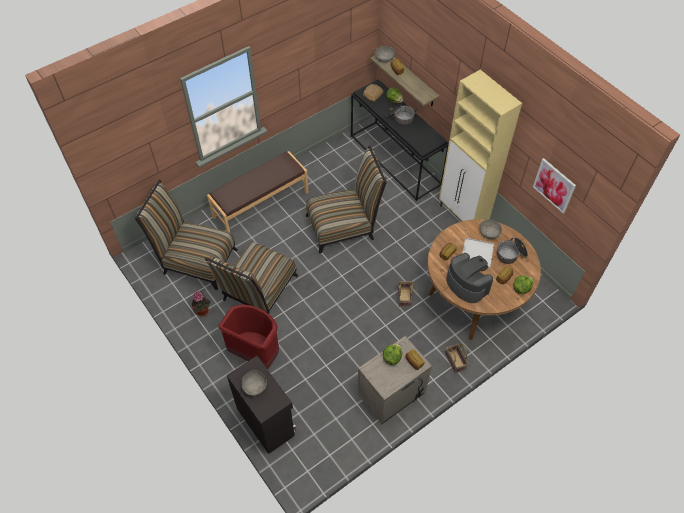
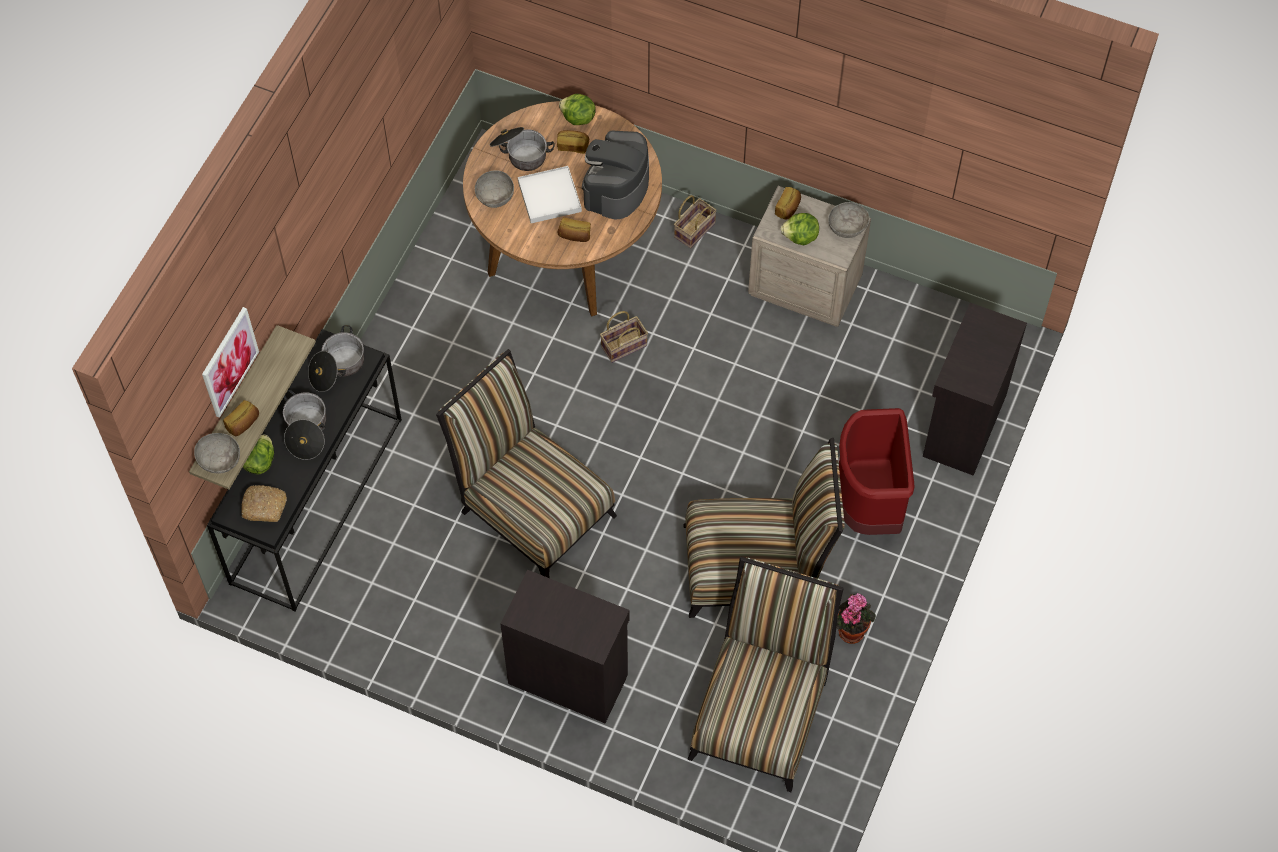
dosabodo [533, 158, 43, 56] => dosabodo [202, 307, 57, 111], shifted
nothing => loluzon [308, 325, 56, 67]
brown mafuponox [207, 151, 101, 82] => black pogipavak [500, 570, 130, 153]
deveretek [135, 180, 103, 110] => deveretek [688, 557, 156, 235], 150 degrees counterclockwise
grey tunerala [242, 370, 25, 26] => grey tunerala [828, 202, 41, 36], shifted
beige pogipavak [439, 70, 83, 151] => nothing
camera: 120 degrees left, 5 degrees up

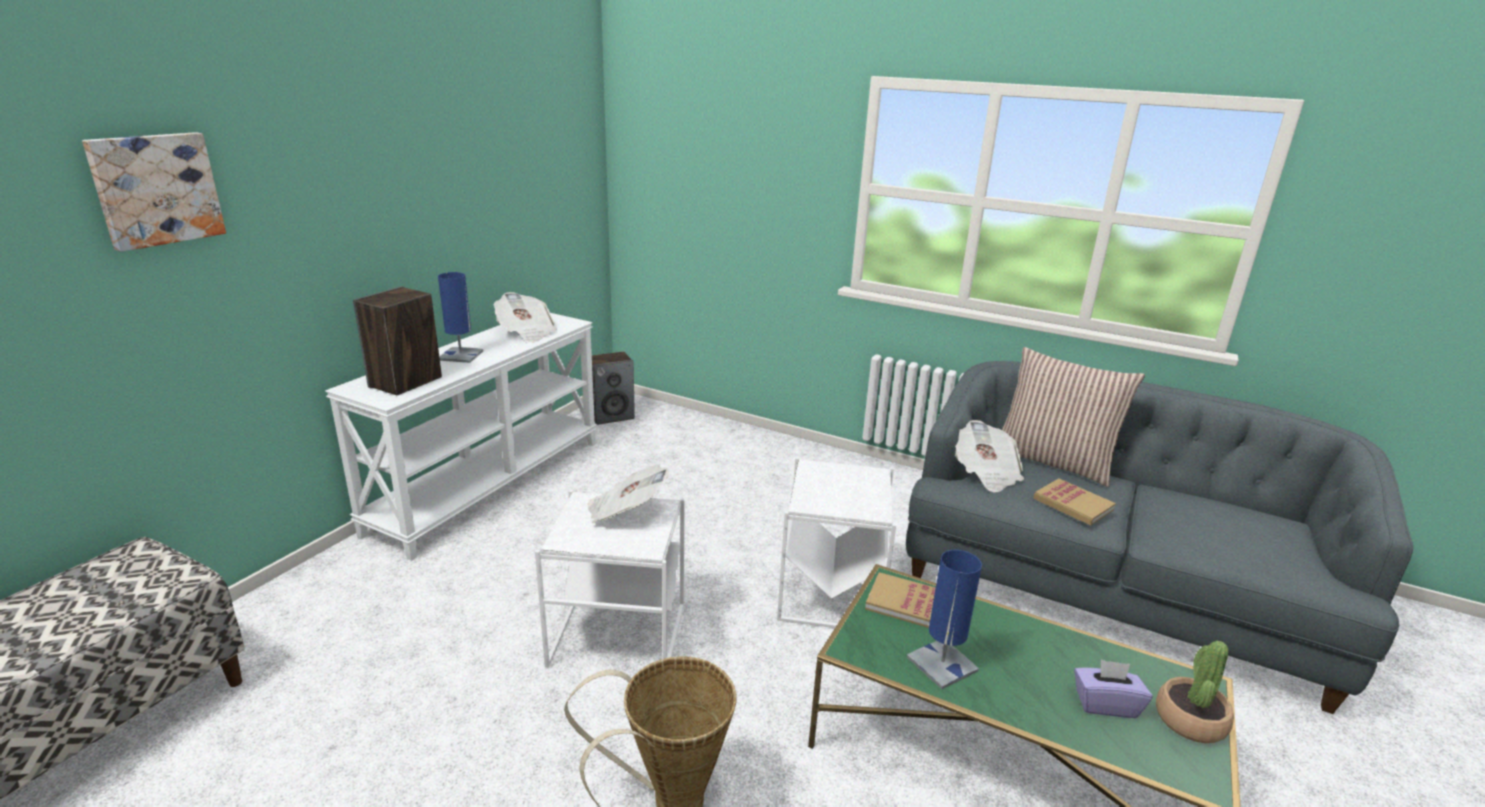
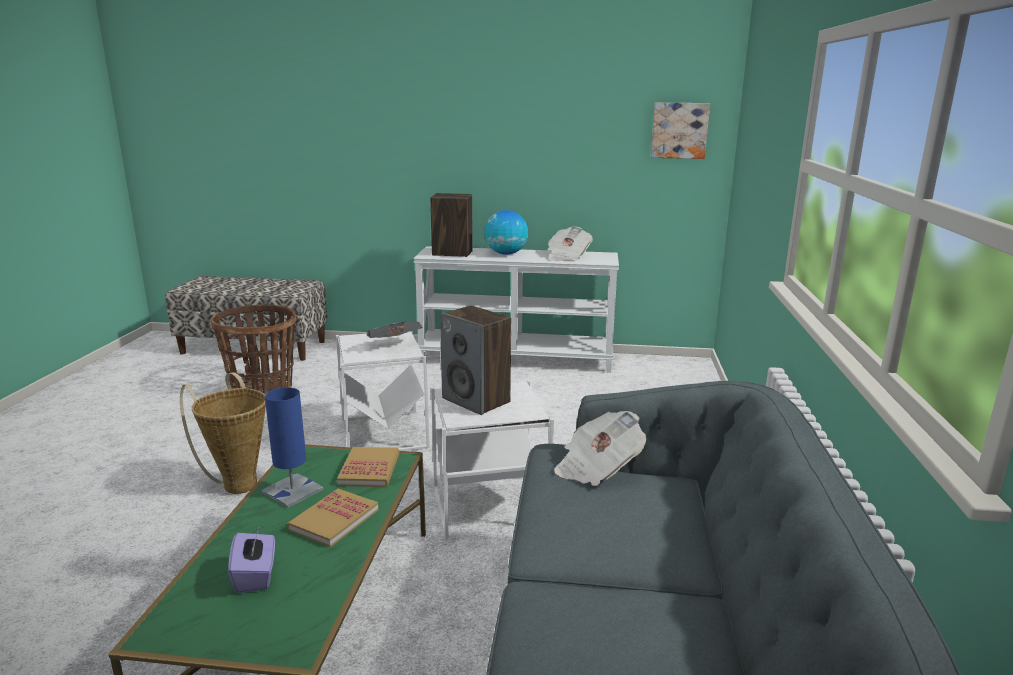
nothing => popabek [211, 305, 85, 89]
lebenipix [1033, 479, 83, 46] => lebenipix [287, 489, 92, 59], shifted
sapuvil [592, 351, 43, 74] => sapuvil [440, 305, 71, 110], shifted
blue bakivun [438, 272, 45, 91] => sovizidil [485, 210, 43, 45]
dosabodo [82, 132, 144, 120] => dosabodo [651, 103, 59, 56], shifted
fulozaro [1002, 347, 143, 140] => nothing
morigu [1156, 641, 78, 102] => nothing
camera: 70 degrees right, 5 degrees down

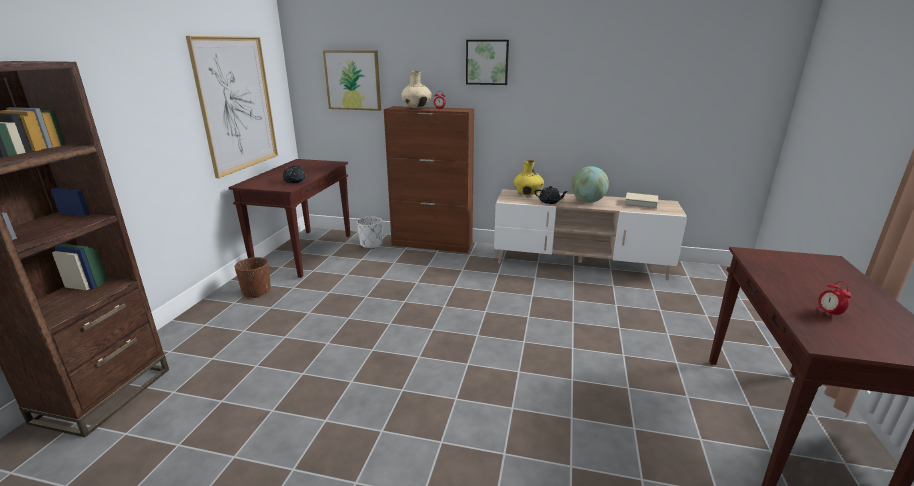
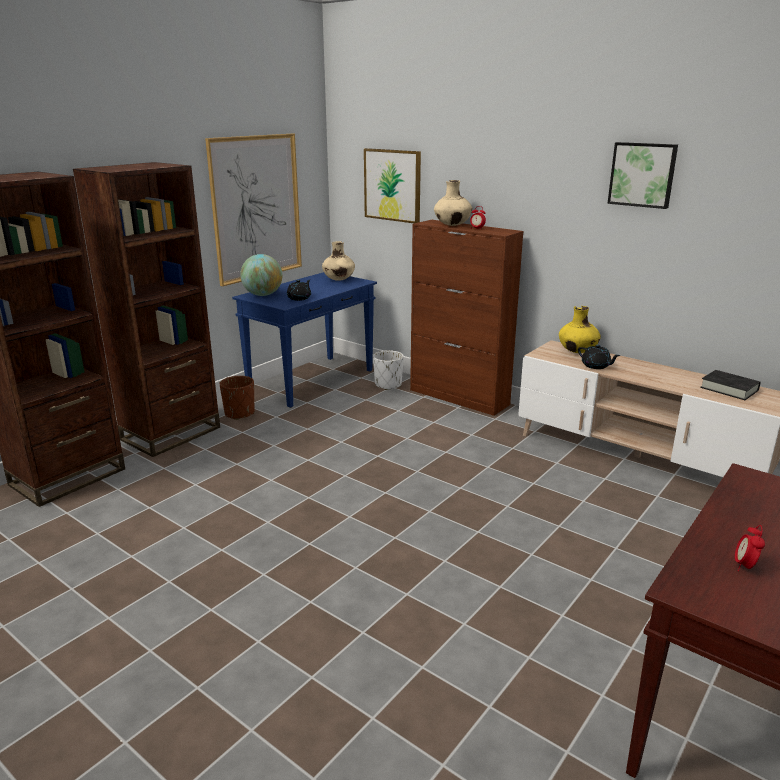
nothing => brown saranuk [73, 162, 147, 295]
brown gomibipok [228, 159, 122, 119] => blue gomibipok [232, 272, 145, 136]
sovizidil [571, 166, 38, 37] => sovizidil [240, 254, 42, 42], shifted
nothing => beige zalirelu [322, 241, 33, 40]
dosabodo [466, 40, 43, 45] => dosabodo [607, 142, 71, 67], shifted
beige lebenipix [625, 193, 33, 16] => black lebenipix [700, 370, 61, 30]
camera: 25 degrees right, 0 degrees up

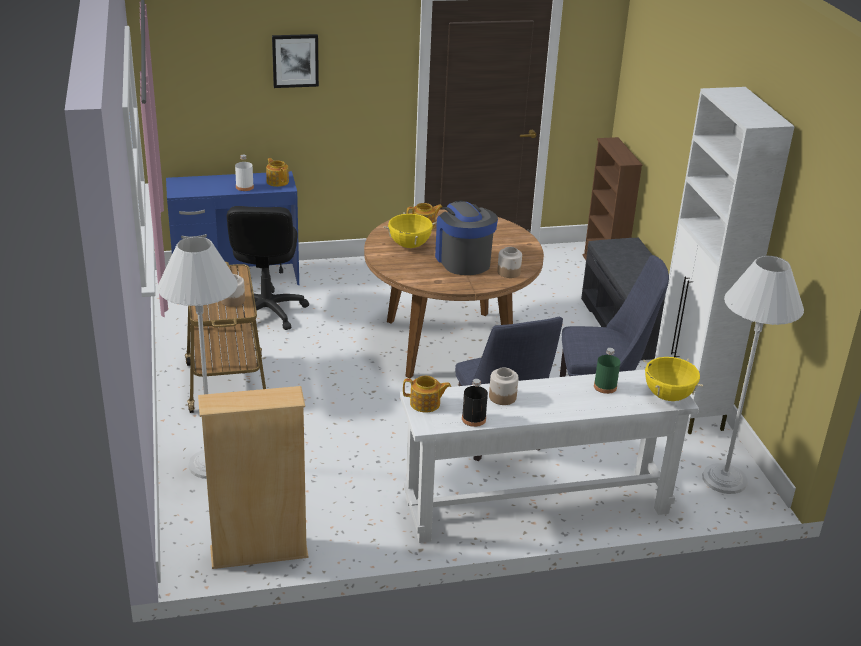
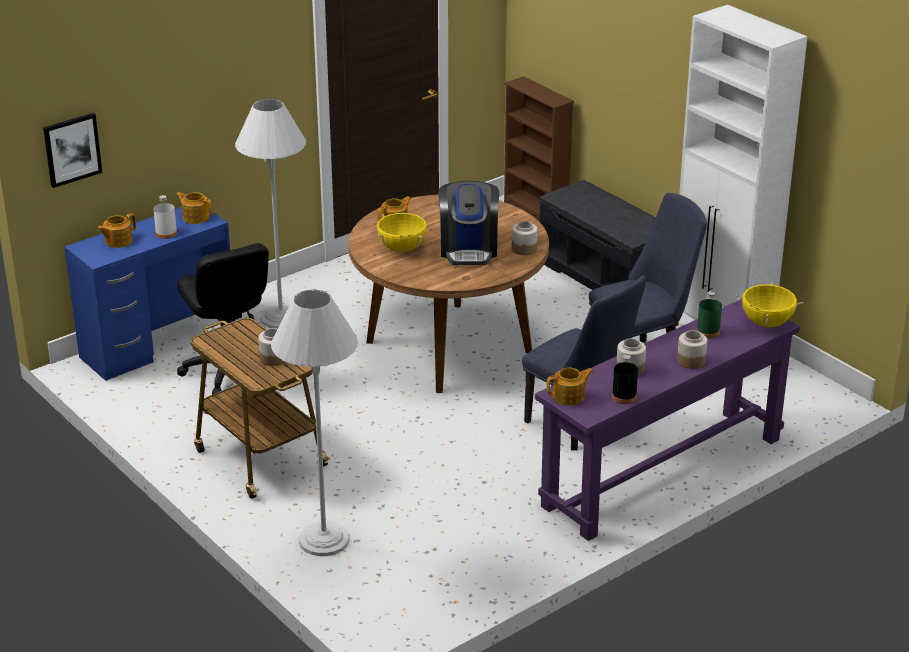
dosabodo [272, 34, 47, 54] => dosabodo [43, 113, 60, 75], shifted
nothing => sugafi [97, 213, 39, 35]
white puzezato [702, 256, 102, 238] => white puzezato [235, 99, 71, 230], shifted
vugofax [435, 200, 63, 75] => vugofax [438, 181, 61, 84], 135 degrees counterclockwise
white gomibipok [400, 369, 299, 174] => purple gomibipok [535, 299, 265, 242]
nothing => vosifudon [677, 330, 30, 39]
beige saranuk [198, 386, 110, 183] => nothing
camera: 25 degrees left, 0 degrees up

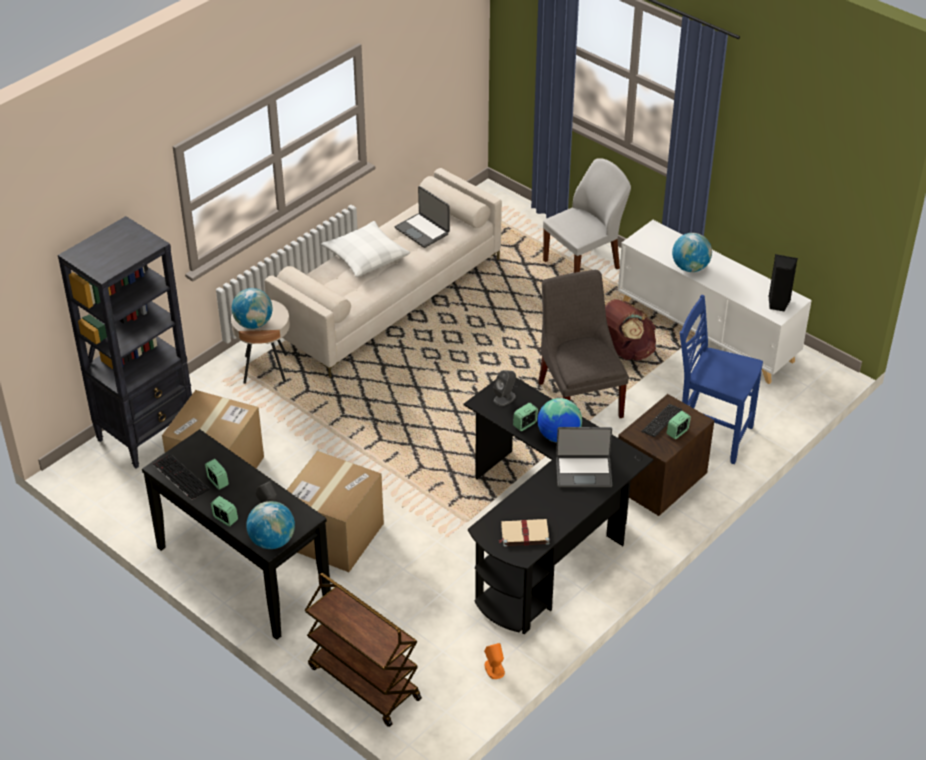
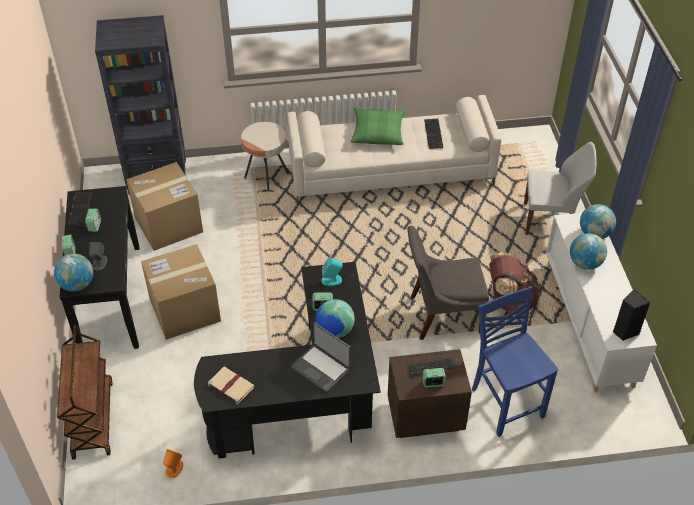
grey sapuvil [493, 370, 23, 36] => turquoise sapuvil [321, 257, 22, 29]
white fulozaro [321, 221, 89, 56] => green fulozaro [351, 108, 54, 37]
grey deveretek [538, 270, 91, 148] => grey deveretek [407, 226, 82, 114], 120 degrees counterclockwise
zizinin [395, 186, 55, 62] => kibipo [424, 119, 19, 30]
sovizidil [232, 288, 40, 41] => sovizidil [580, 204, 36, 35], shifted
camera: 40 degrees right, 5 degrees up

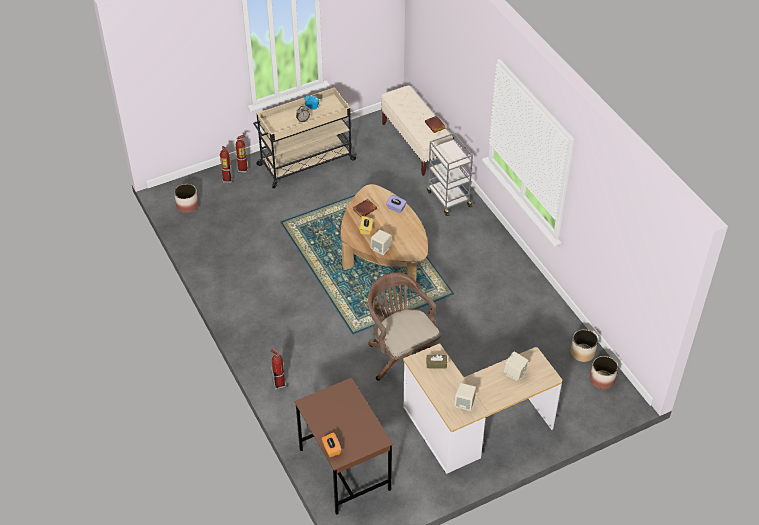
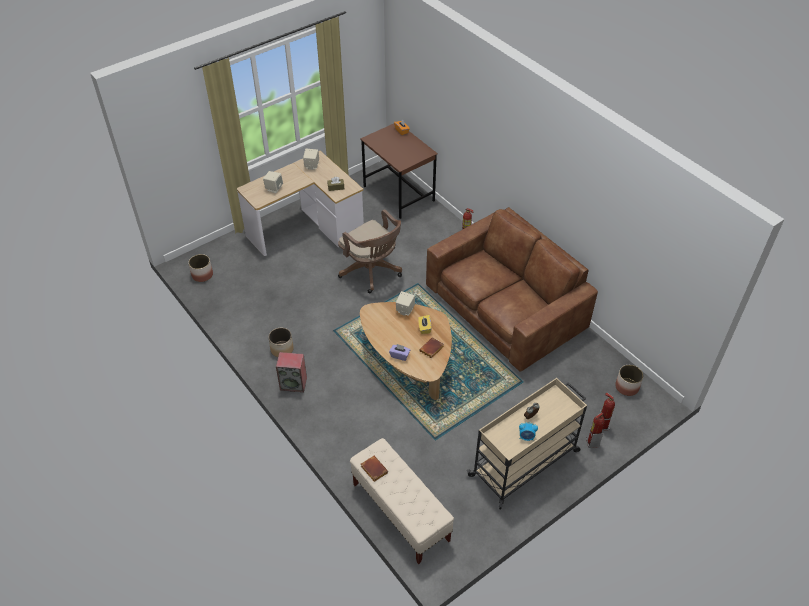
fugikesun [571, 329, 27, 33] => fugikesun [268, 327, 26, 30], shifted
nothing => sapuvil [276, 352, 31, 40]
nothing => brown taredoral [426, 207, 172, 165]
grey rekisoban [427, 133, 46, 83] => nothing
camera: 170 degrees right, 0 degrees up

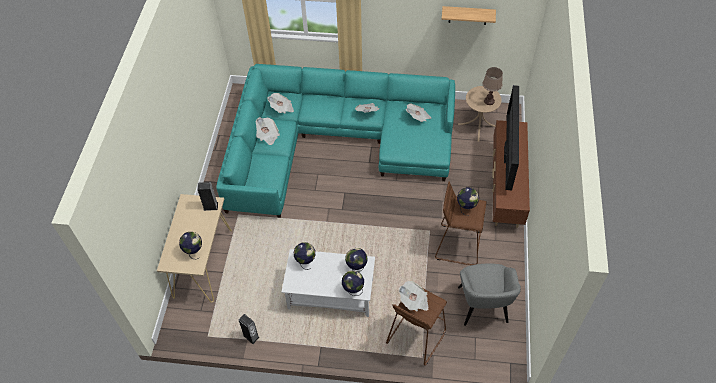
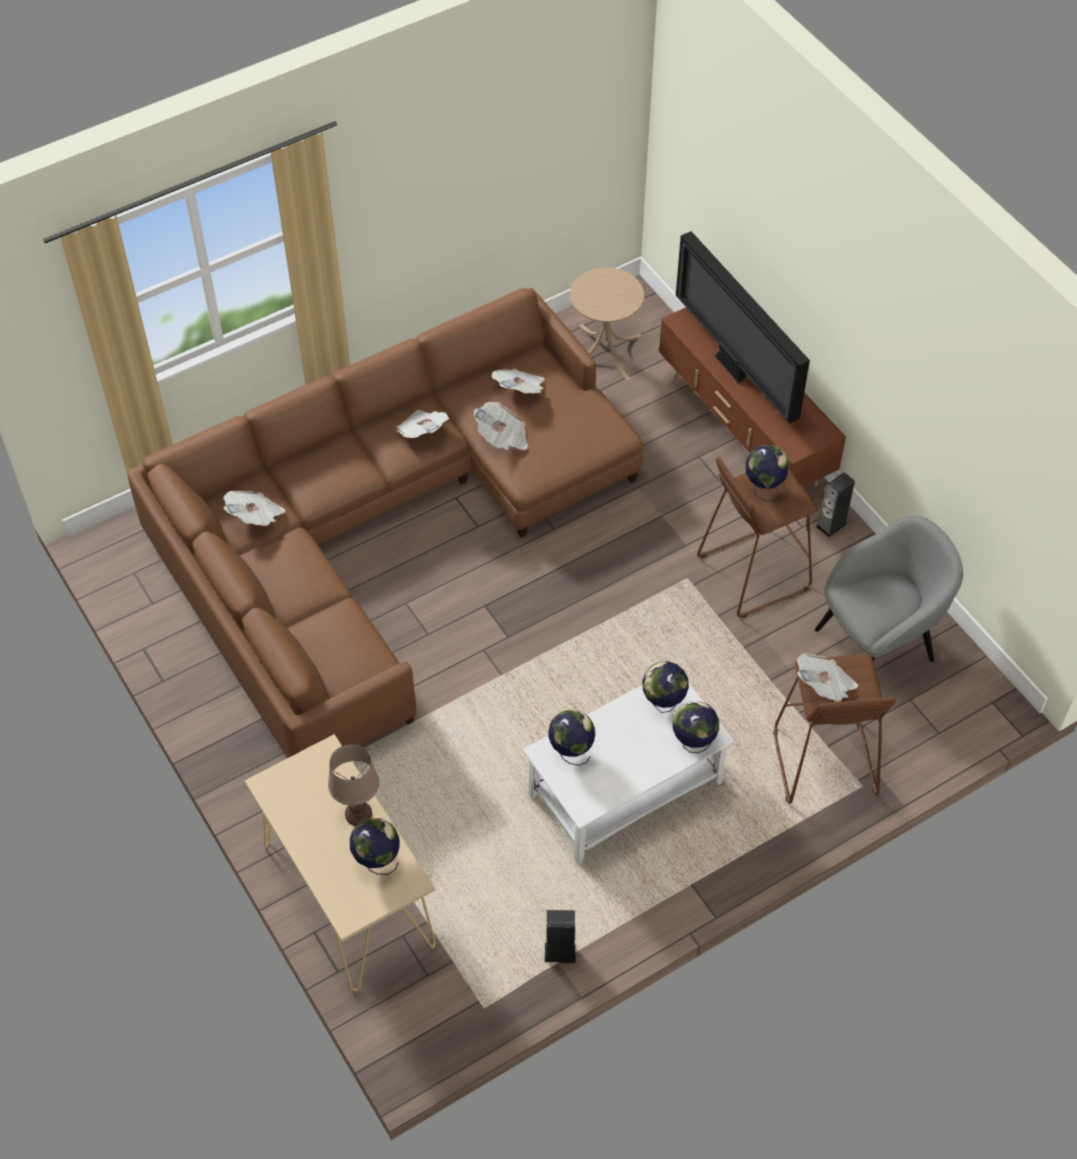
turquoise taredoral [217, 64, 238, 154] => brown taredoral [127, 288, 516, 470]
brown bakivun [483, 67, 20, 38] => brown bakivun [328, 744, 51, 82], shifted
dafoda [256, 117, 24, 28] => dafoda [474, 402, 54, 48], shifted
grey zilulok [458, 263, 63, 63] => grey zilulok [815, 516, 148, 146], 75 degrees counterclockwise
sapuvil [197, 182, 21, 29] => sapuvil [816, 472, 39, 65], shifted
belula [442, 6, 54, 19] => nothing
camera: 40 degrees left, 0 degrees up

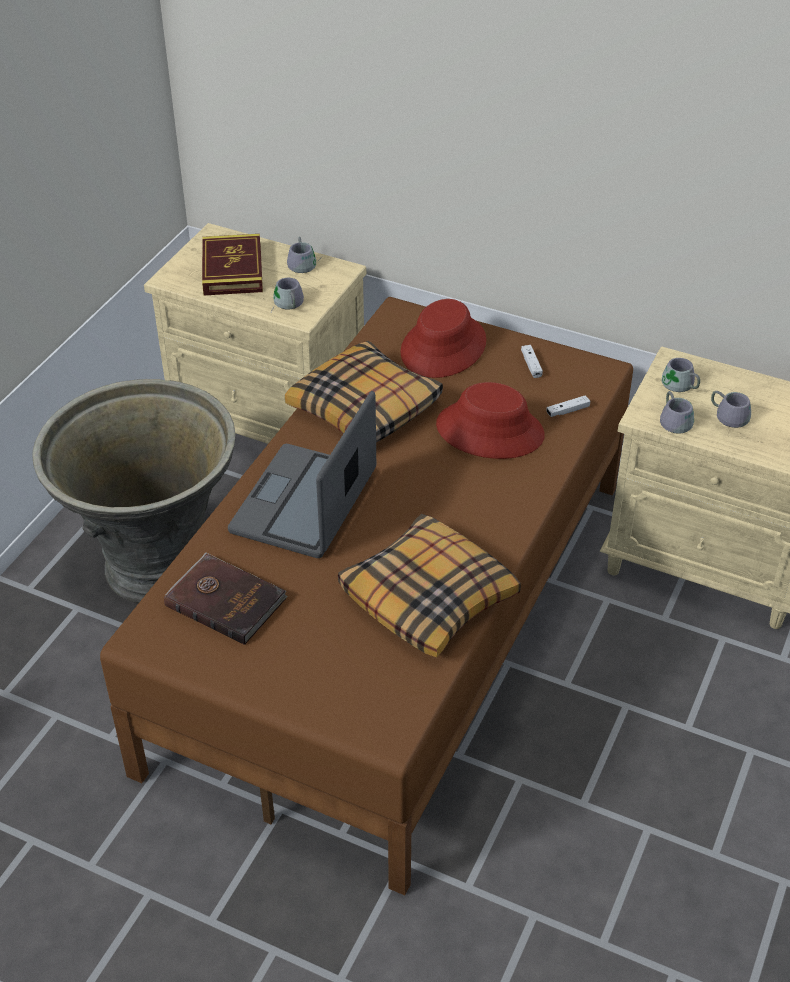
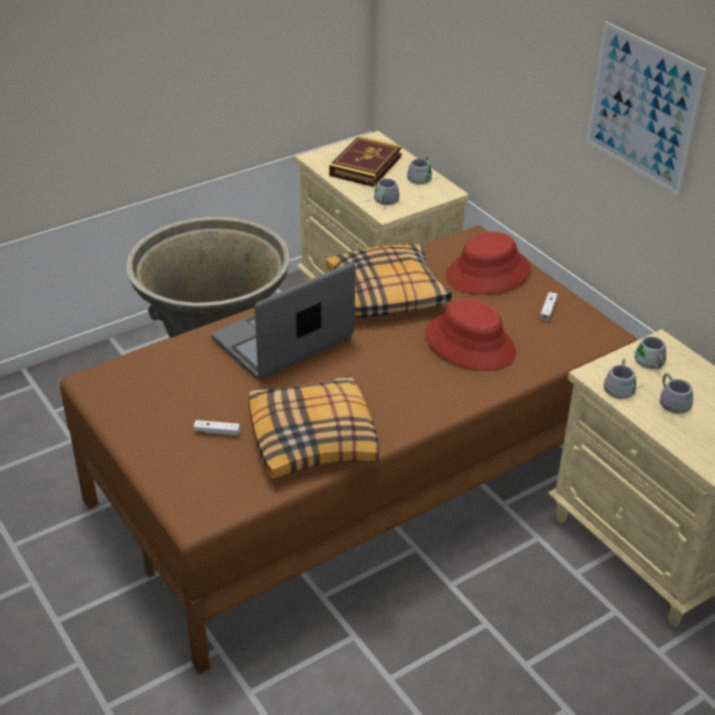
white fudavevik [546, 395, 44, 22] => white fudavevik [193, 420, 47, 16], shifted
nothing => dosabodo [586, 21, 121, 175]
brown lebenipix [164, 553, 124, 92] => nothing
camera: 30 degrees right, 5 degrees down

